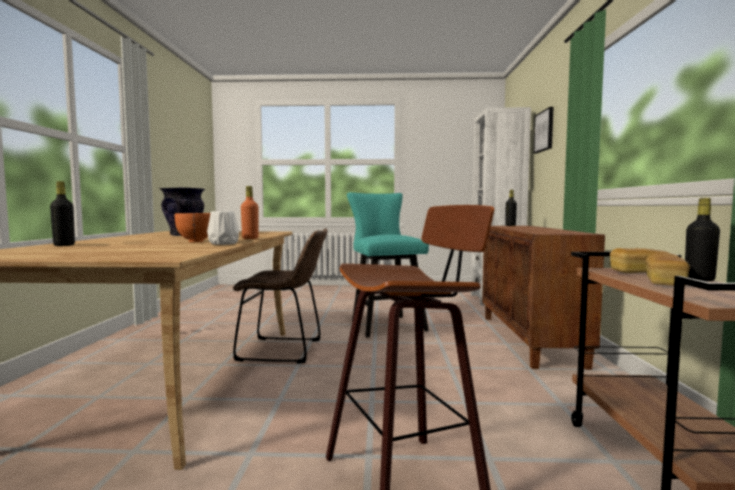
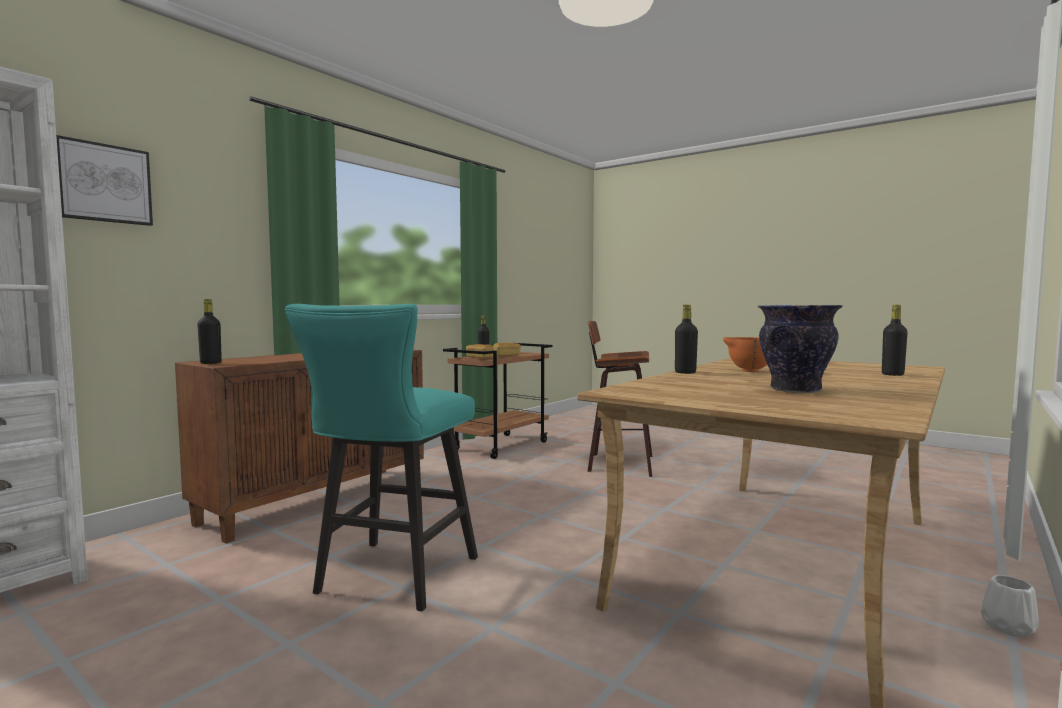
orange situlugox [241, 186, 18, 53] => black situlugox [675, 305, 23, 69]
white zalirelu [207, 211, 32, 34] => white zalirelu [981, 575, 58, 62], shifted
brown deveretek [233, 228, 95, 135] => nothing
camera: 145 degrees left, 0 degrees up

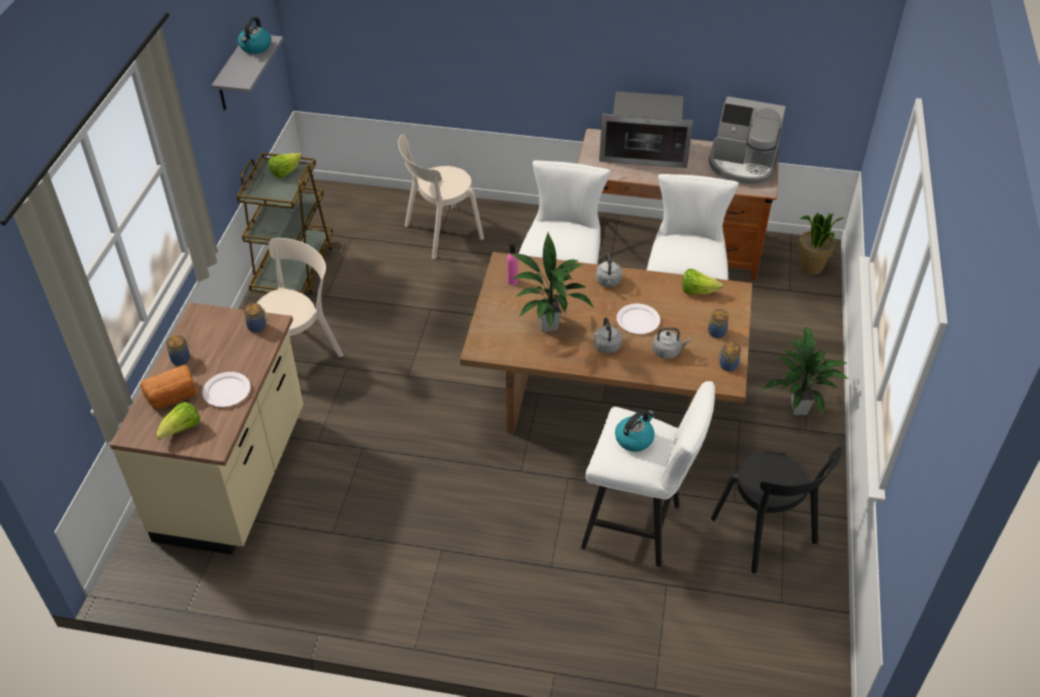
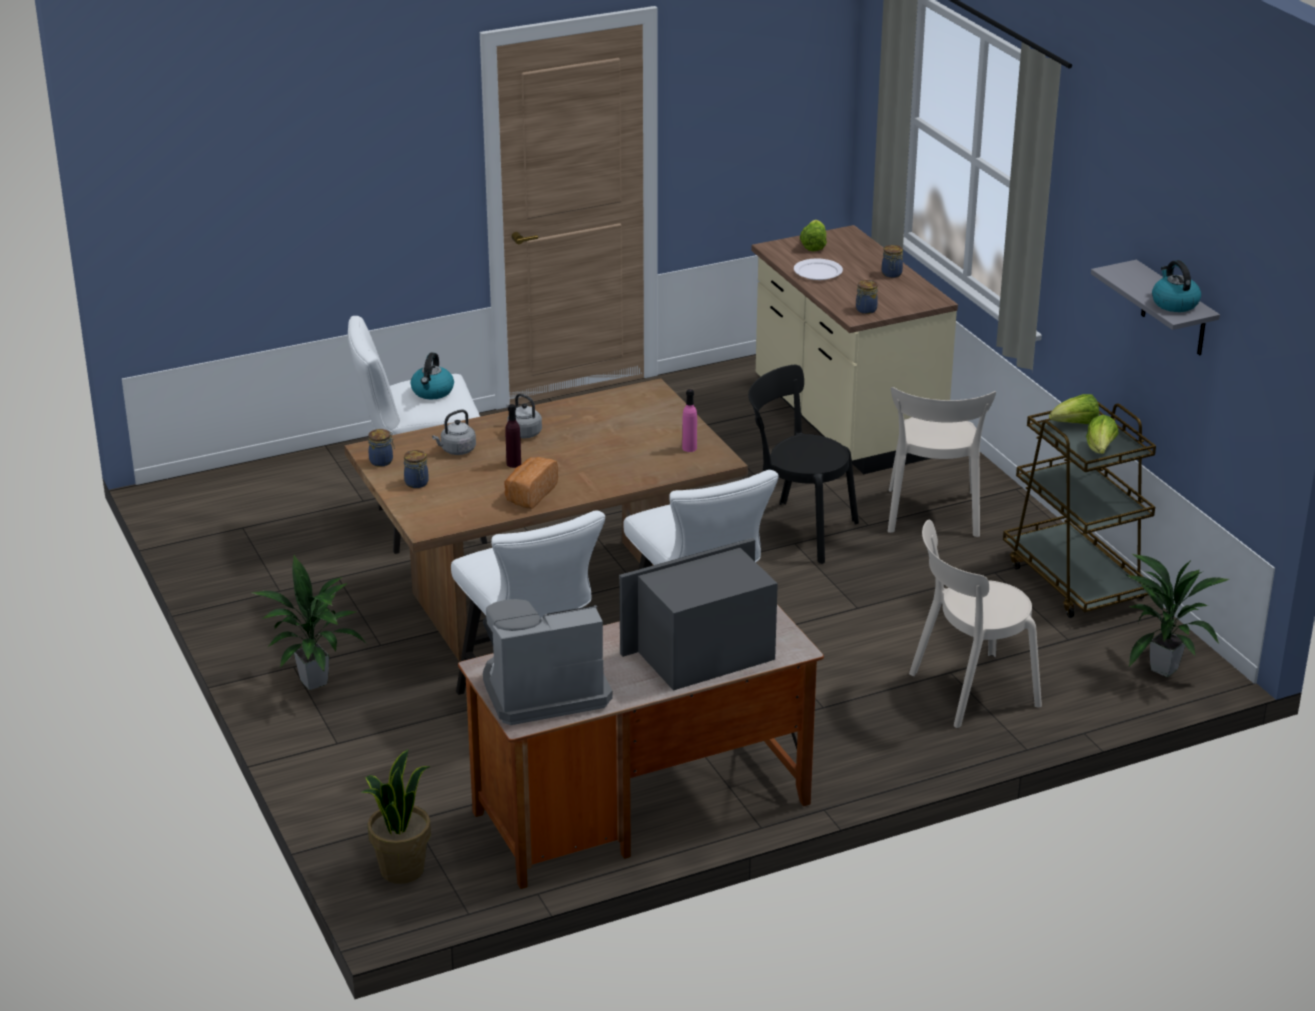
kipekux [140, 365, 56, 44] => kipekux [504, 457, 54, 52], shifted
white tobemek [617, 304, 43, 30] => purple situlugox [505, 404, 16, 64]
black deveretek [711, 446, 132, 128] => black deveretek [748, 365, 111, 199], shifted
beige deveretek [398, 134, 86, 125] => beige deveretek [909, 520, 133, 208], 135 degrees counterclockwise
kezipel [682, 269, 42, 25] => kezipel [1049, 394, 50, 30], shifted
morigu [510, 233, 84, 99] => morigu [1125, 553, 104, 124], shifted
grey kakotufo [596, 253, 26, 34] => nothing
camera: 145 degrees right, 15 degrees down

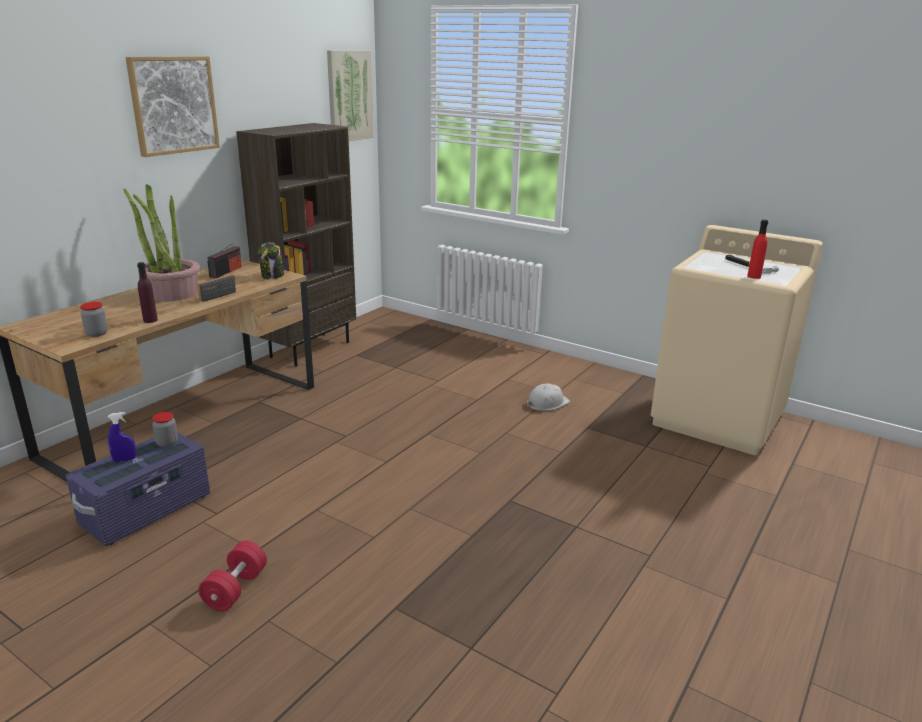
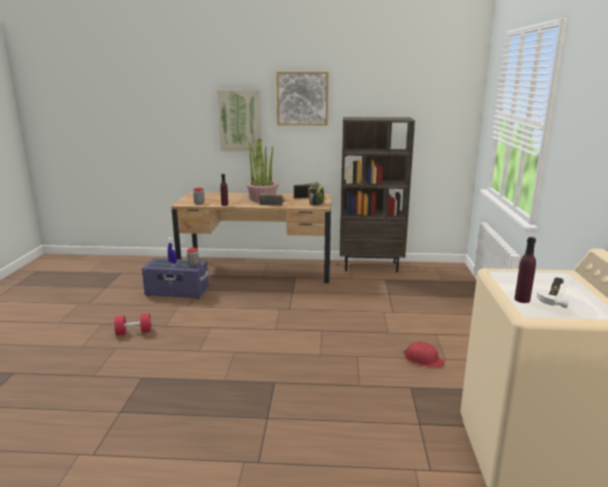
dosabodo [327, 51, 47, 90] => dosabodo [217, 90, 44, 62], shifted
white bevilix [527, 384, 43, 27] => red bevilix [402, 341, 43, 27]
red situlugox [747, 219, 21, 60] => purple situlugox [514, 237, 22, 66]
camera: 60 degrees right, 5 degrees down

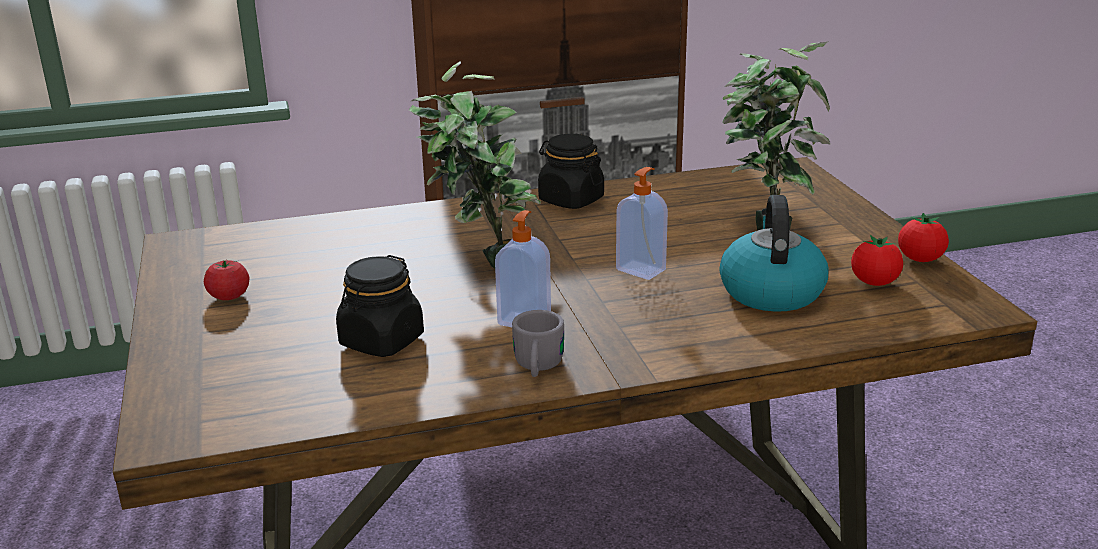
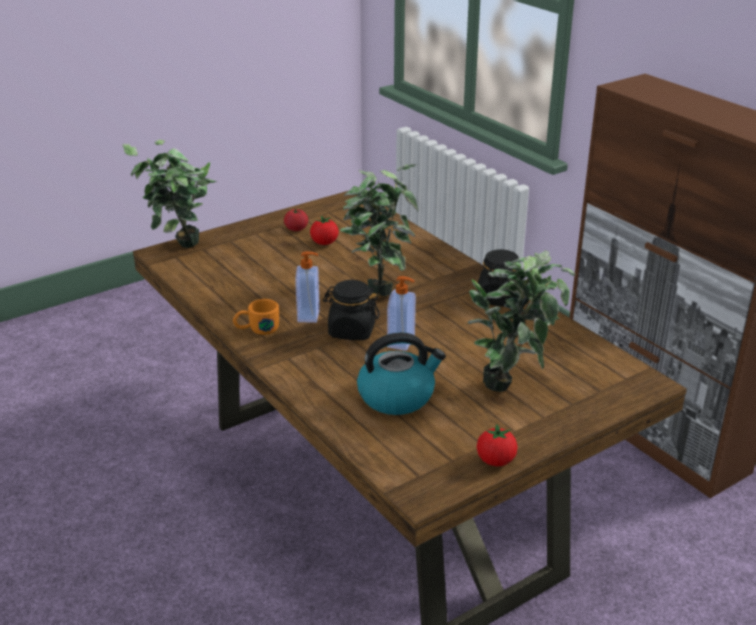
nothing => morigu [122, 140, 95, 108]
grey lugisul [512, 310, 52, 67] => orange lugisul [233, 299, 46, 36]
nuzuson [851, 235, 52, 51] => nuzuson [310, 216, 29, 29], shifted
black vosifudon [336, 255, 88, 102] => black vosifudon [323, 280, 57, 60], shifted
camera: 70 degrees right, 5 degrees up

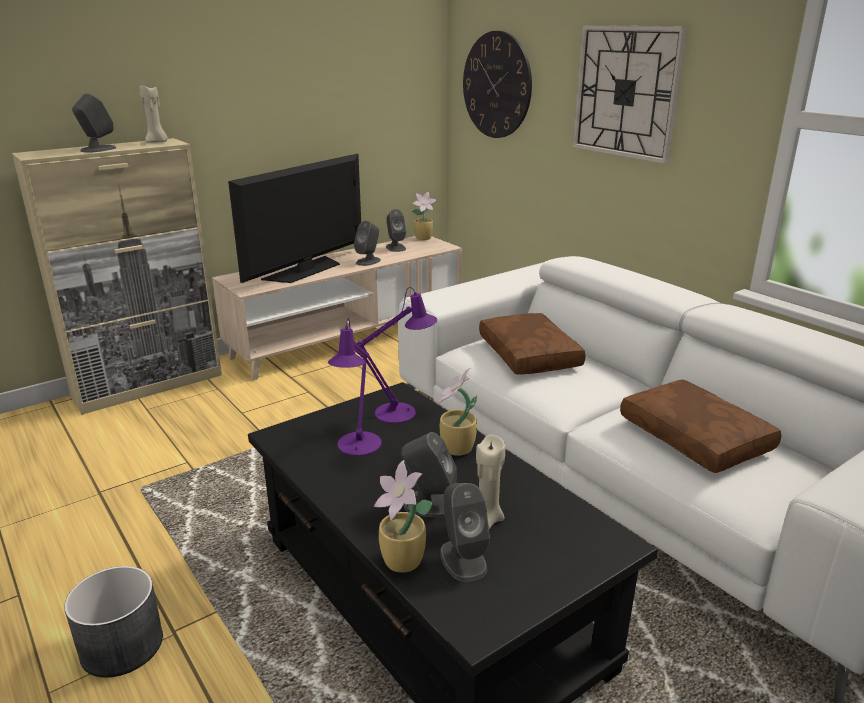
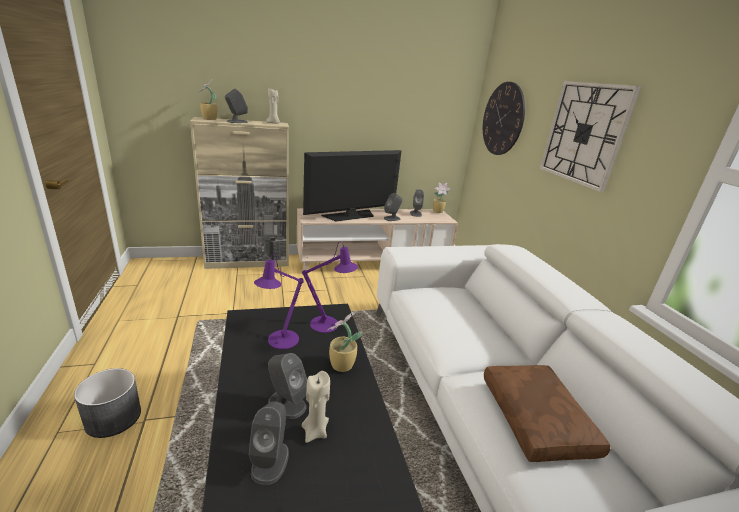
morigu [374, 460, 59, 113] => morigu [198, 79, 19, 41], shifted
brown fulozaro [479, 313, 107, 62] => nothing
camera: 20 degrees right, 0 degrees up

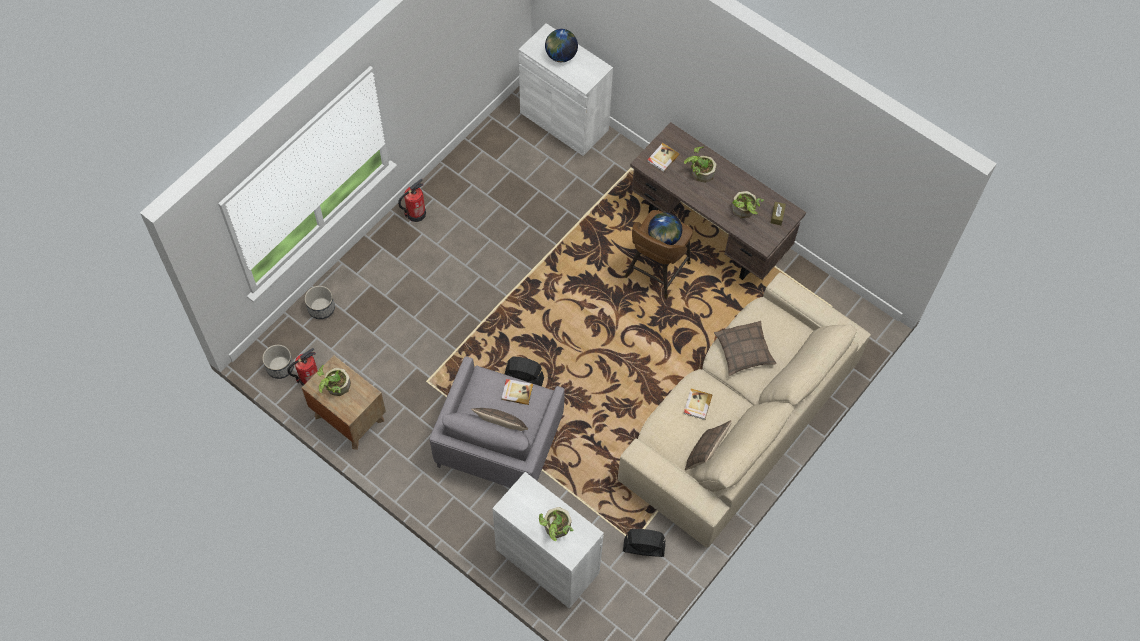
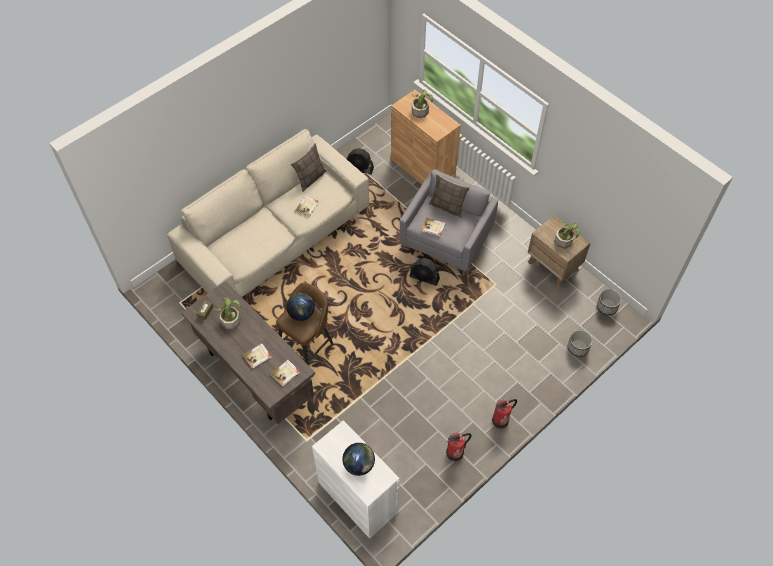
morigu [684, 146, 32, 37] => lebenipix [243, 343, 28, 26]
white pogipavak [492, 472, 112, 137] => brown pogipavak [391, 90, 70, 95]
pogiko [287, 348, 31, 38] => pogiko [446, 433, 26, 28], shifted
fulozaro [714, 321, 63, 55] => nothing
camera: 170 degrees left, 5 degrees down

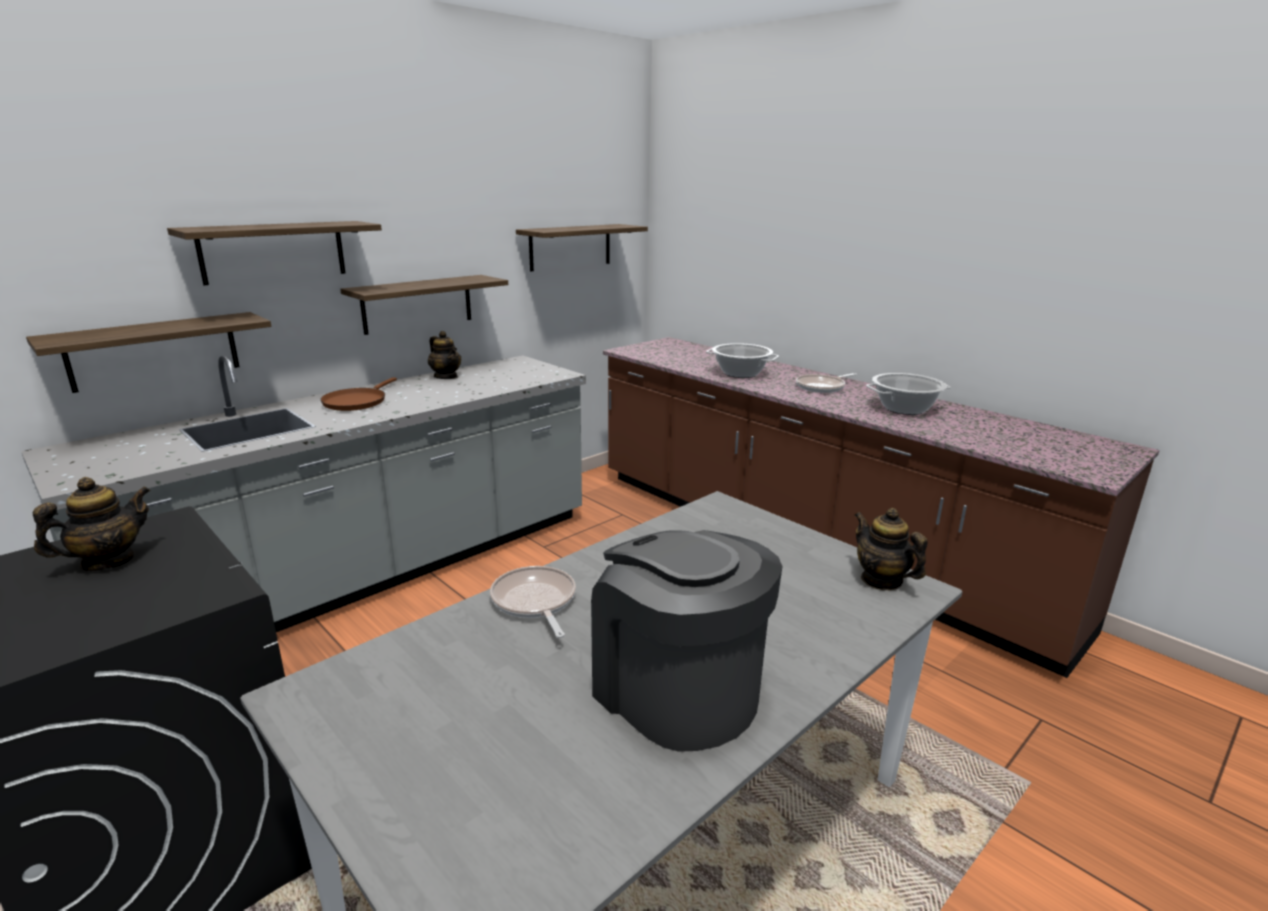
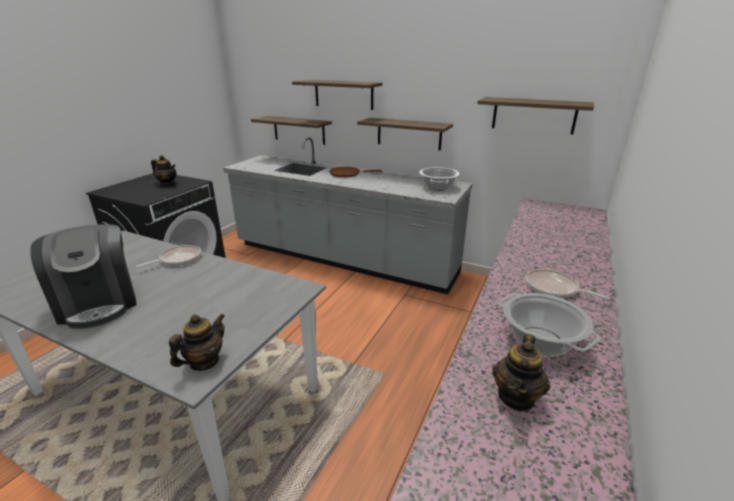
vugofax [591, 530, 192, 222] => vugofax [30, 224, 106, 105], 120 degrees clockwise
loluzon [706, 343, 73, 35] => loluzon [420, 167, 39, 24], shifted
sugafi [428, 331, 34, 48] => sugafi [493, 334, 57, 78], shifted
camera: 70 degrees right, 5 degrees up

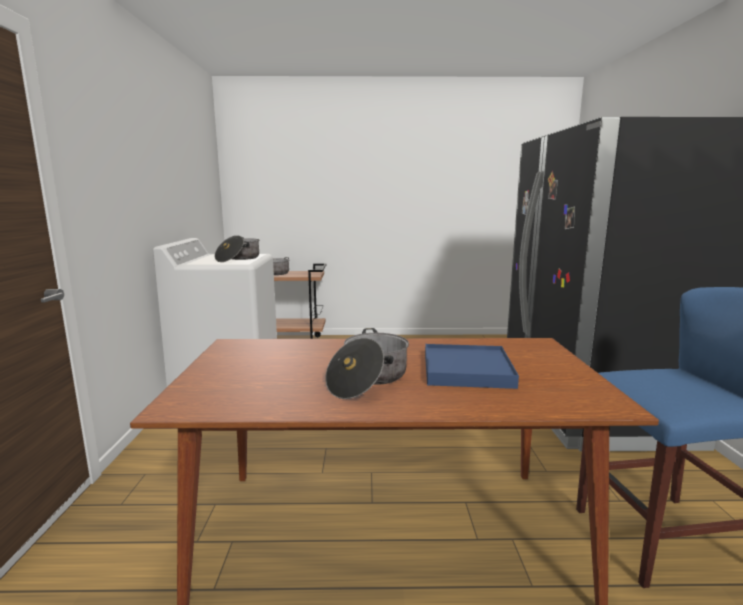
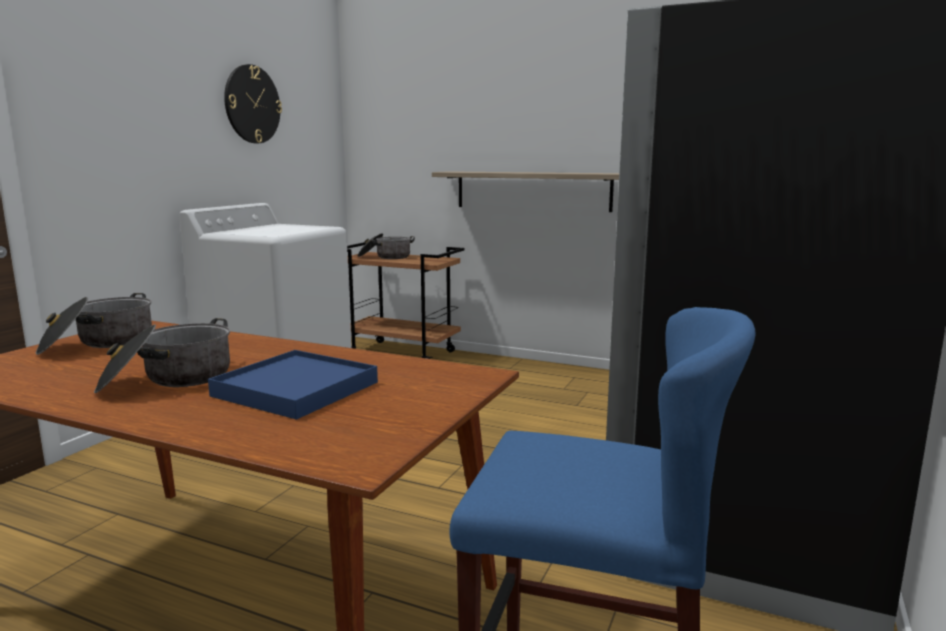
loluzon [215, 235, 45, 27] => loluzon [36, 293, 116, 62], shifted
nothing => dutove [224, 64, 58, 79]
nothing => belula [432, 171, 187, 41]
camera: 25 degrees right, 0 degrees up

